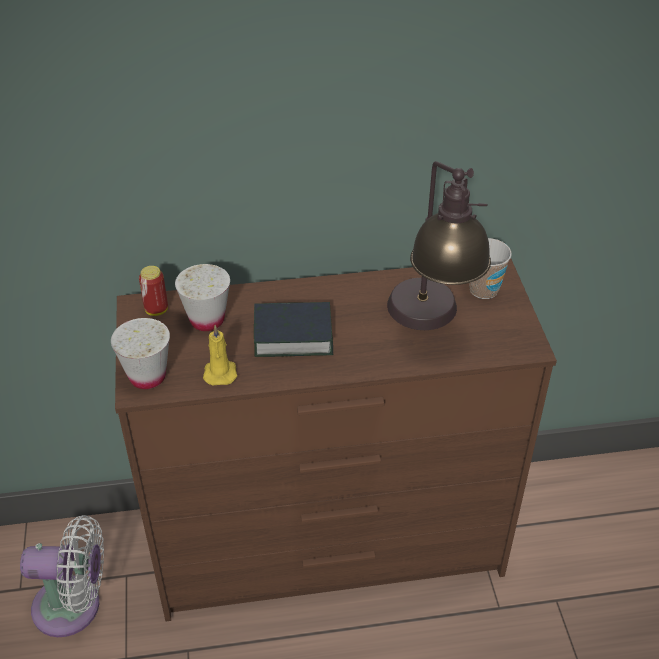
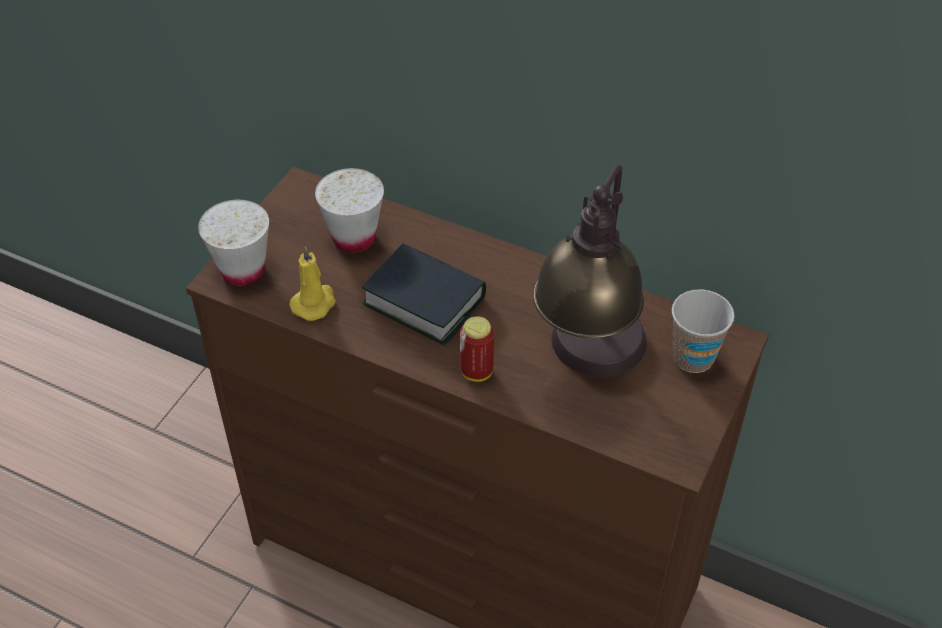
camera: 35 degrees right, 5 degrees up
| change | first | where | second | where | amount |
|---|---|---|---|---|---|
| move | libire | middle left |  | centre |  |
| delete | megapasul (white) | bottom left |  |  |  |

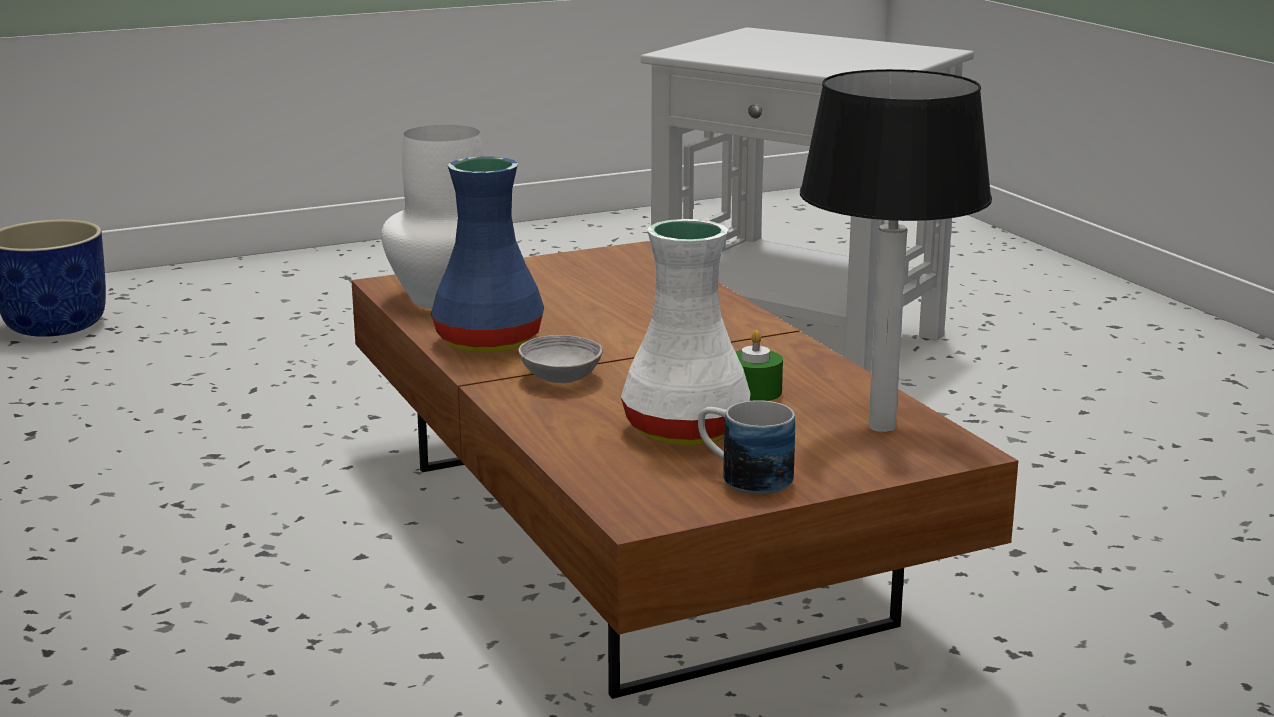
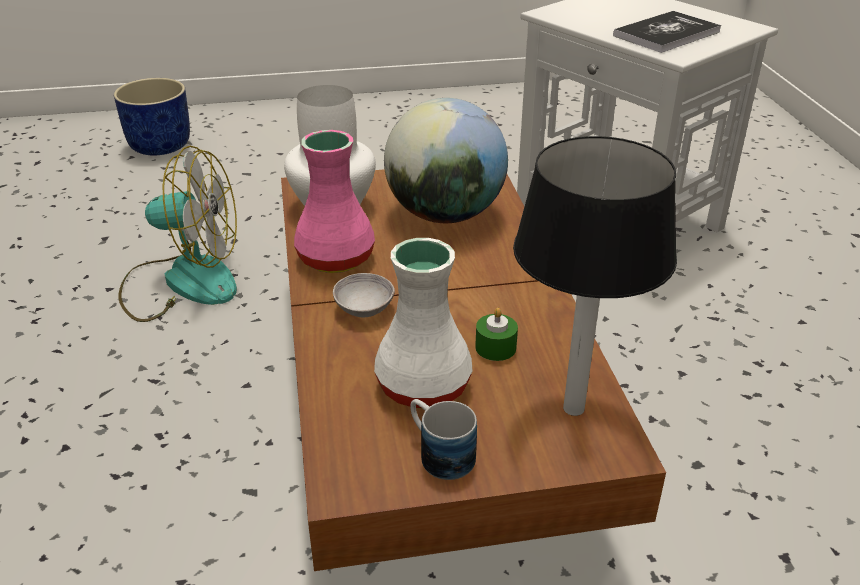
camera: 15 degrees right, 15 degrees up
| change | first | where | second | where | amount |
|---|---|---|---|---|---|
| insert |  |  | megapasul | middle left |  |
| recolor | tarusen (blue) | centre | tarusen (pink) | centre |  |
| insert |  |  | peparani | top centre |  |
| insert |  |  | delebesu | top right |  |

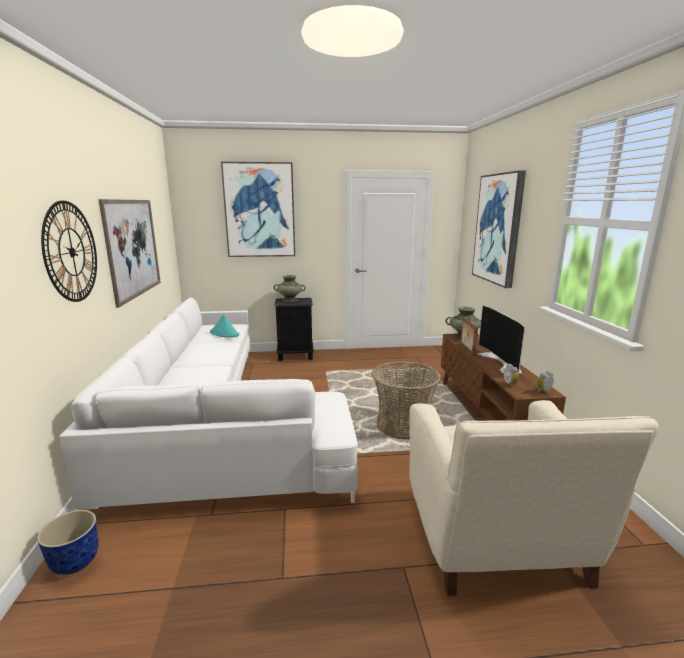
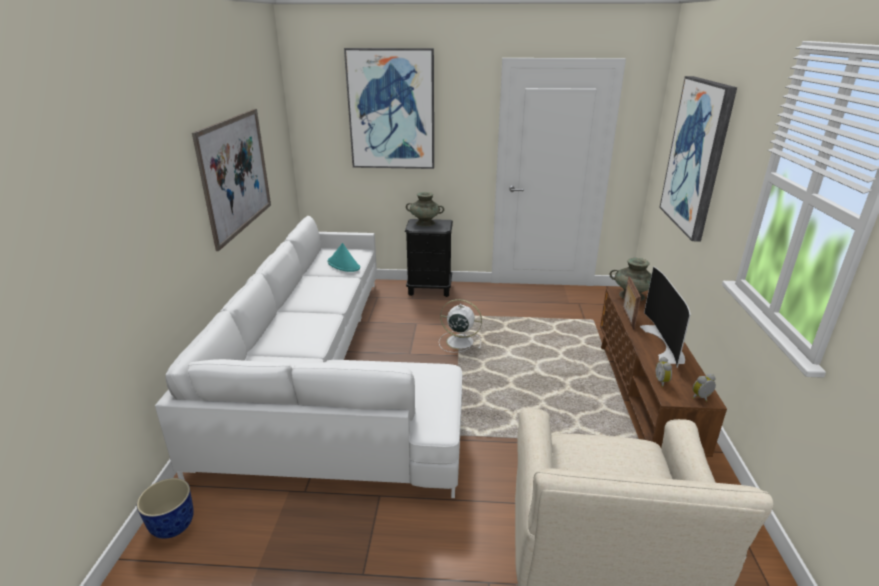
camera: 10 degrees right, 10 degrees up
| change | first | where | second | where | amount |
|---|---|---|---|---|---|
| insert |  |  | megapasul (white) | centre |  |
| delete | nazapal | middle left |  |  |  |
| delete | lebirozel | centre |  |  |  |

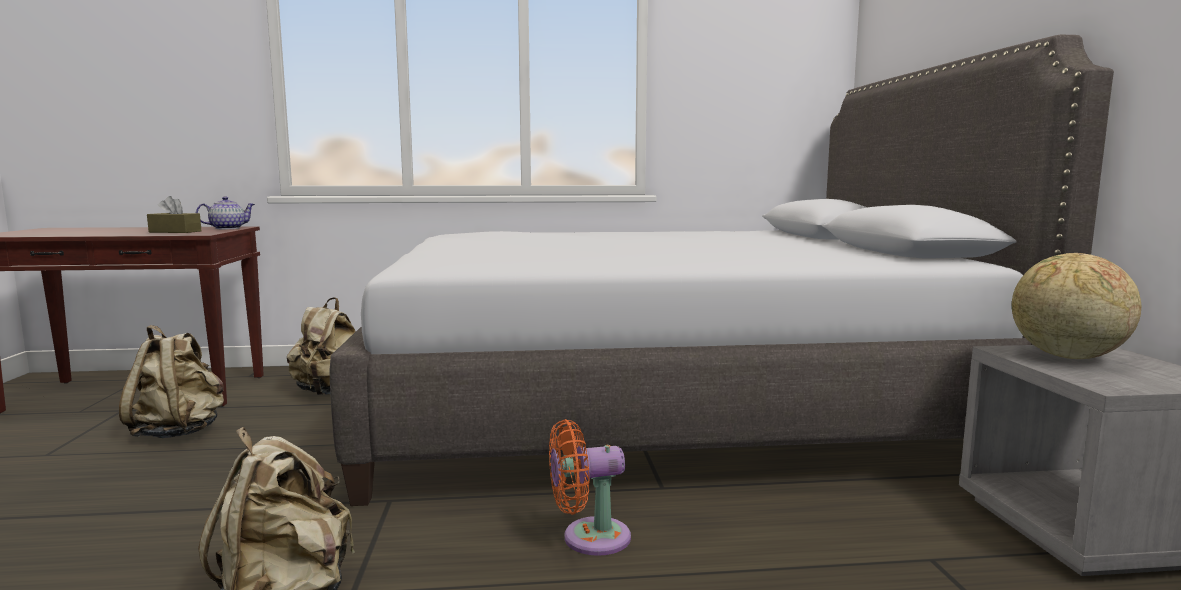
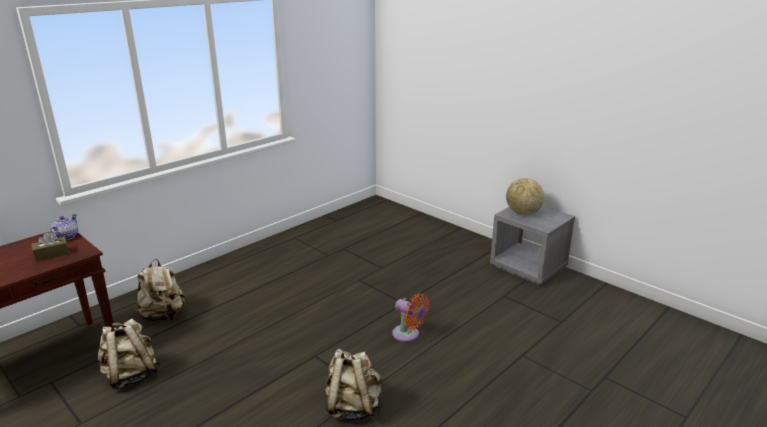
camera: 40 degrees left, 15 degrees up
| change | first | where | second | where | amount |
|---|---|---|---|---|---|
| rotate | megapasul (orange) | bottom centre |  | bottom centre | 90 degrees counterclockwise |
| delete | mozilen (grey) | centre |  |  |  |

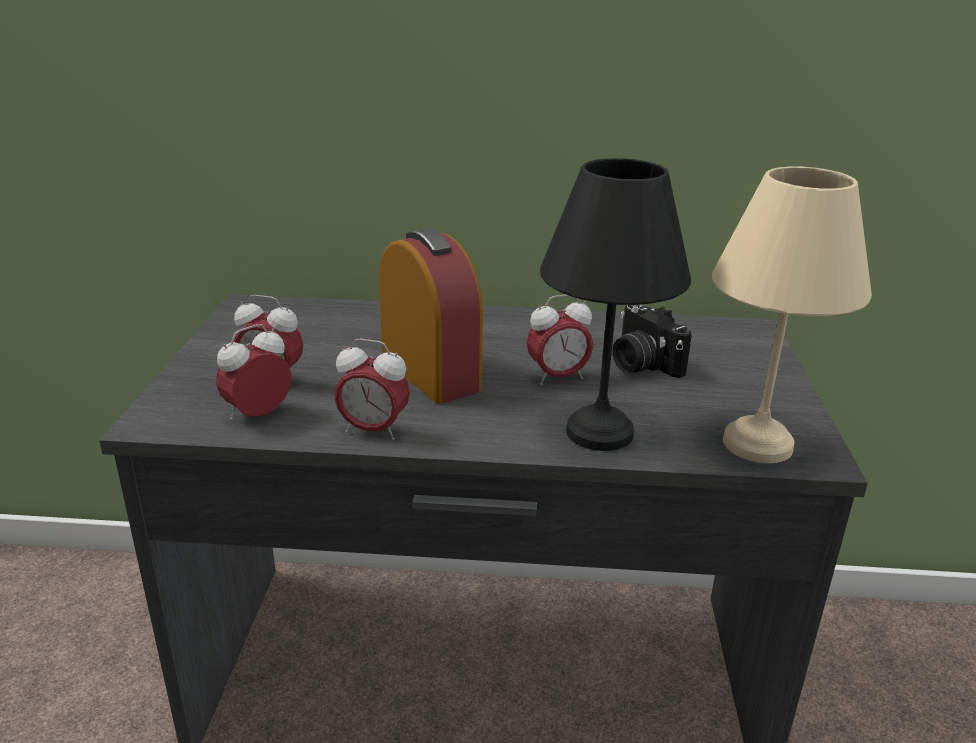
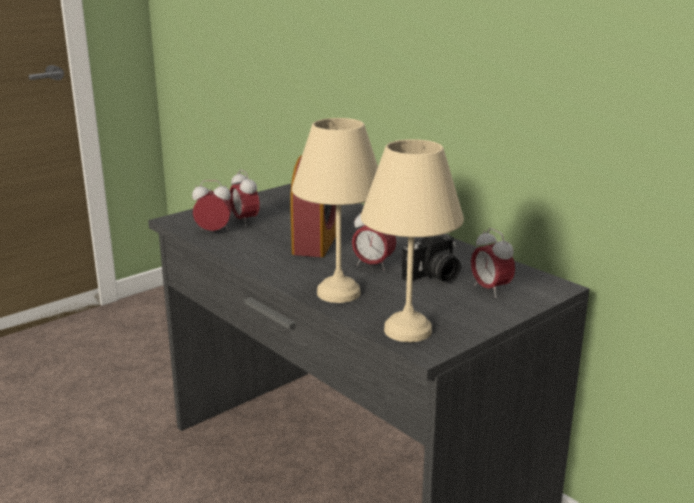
camera: 45 degrees right, 5 degrees down
| change | first | where | second | where | amount |
|---|---|---|---|---|---|
| recolor | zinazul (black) | centre | zinazul (beige) (1st from left) | centre |  |
| rotate | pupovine | middle right |  | centre | 135 degrees counterclockwise |
| move | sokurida (3rd from left in the first image) | centre | sokurida (5th from left) | middle right |  |

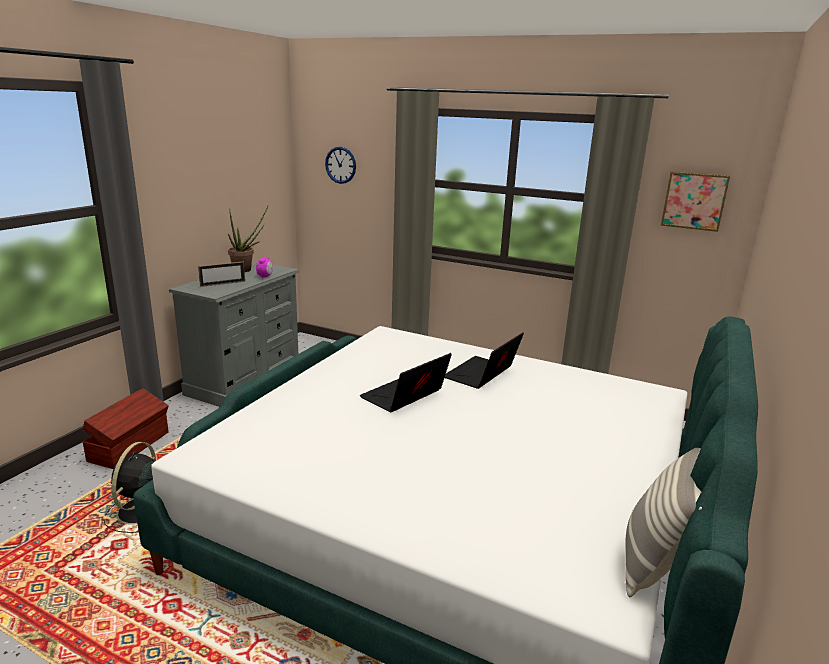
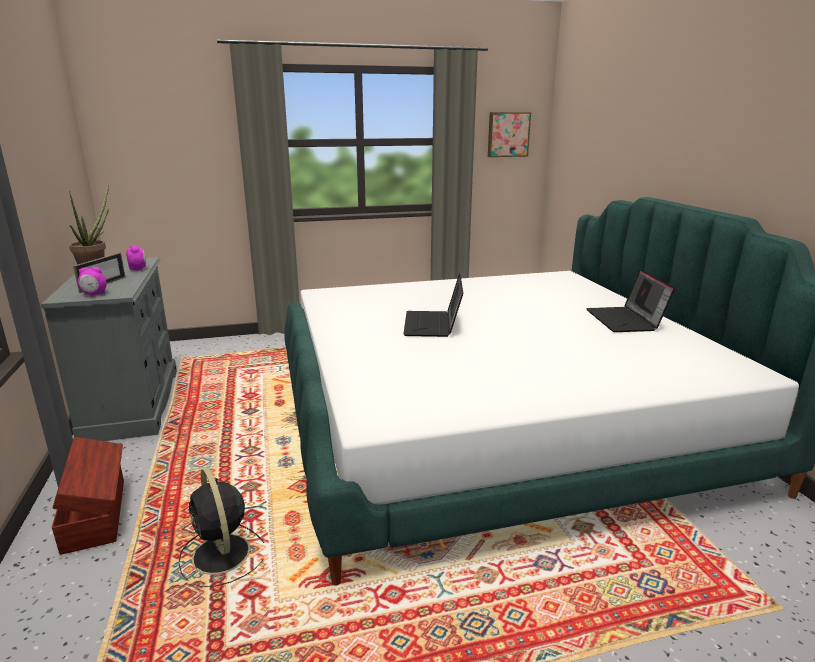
camera: 40 degrees left, 0 degrees up
| change | first | where | second | where | amount |
|---|---|---|---|---|---|
| insert |  |  | sokurida (1st from left) | middle left |  |
| move | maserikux (2nd from left) | centre |  | middle right |  |
| delete | nazapal | top centre |  |  |  |
| delete | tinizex | bottom right |  |  |  |

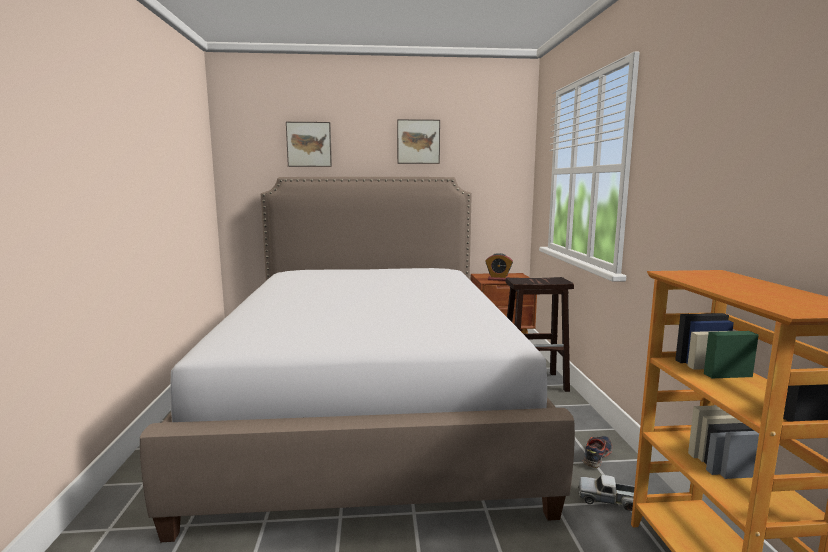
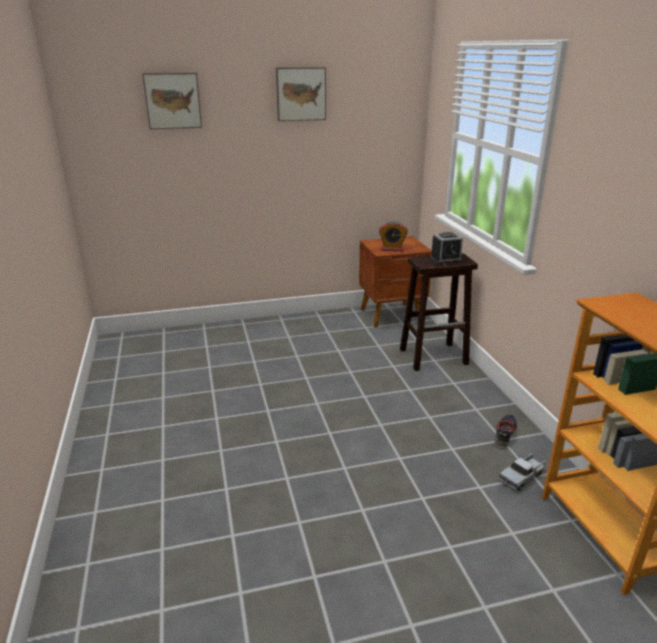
camera: 10 degrees left, 15 degrees up
| change | first | where | second | where | amount |
|---|---|---|---|---|---|
| insert |  |  | sokurida (2nd from left) | middle right |  |
| rotate | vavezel | bottom right |  | bottom right | 45 degrees counterclockwise |
| delete | mozilen | centre |  |  |  |

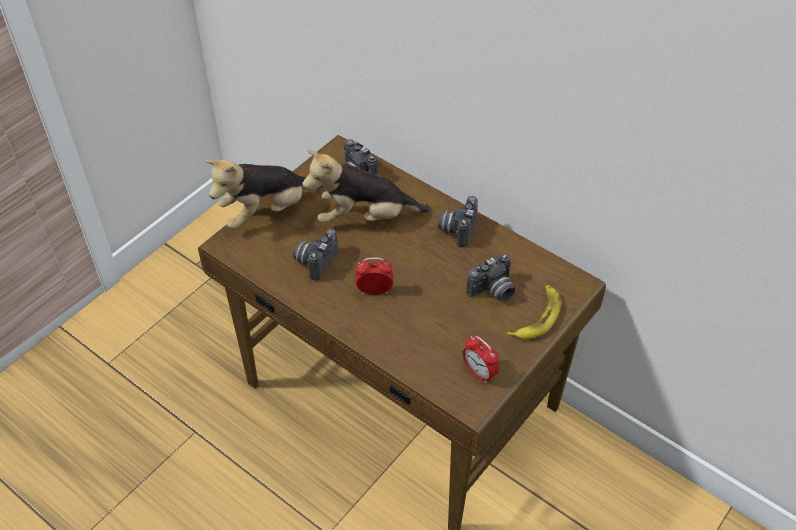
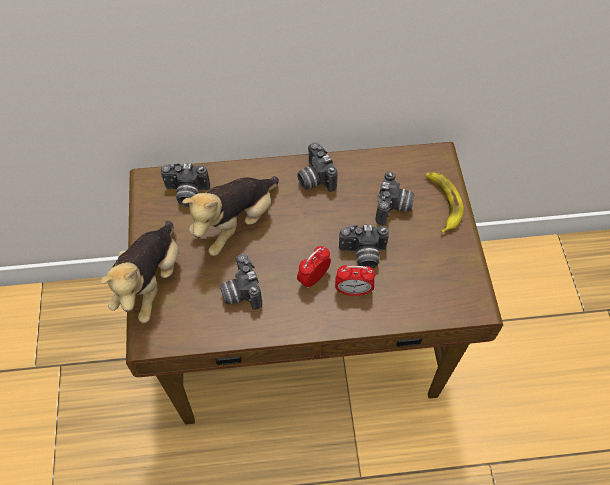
camera: 45 degrees left, 10 degrees up
| change | first | where | second | where | amount |
|---|---|---|---|---|---|
| move | sokurida (2nd from left) | bottom centre |  | centre |  |
| insert |  |  | pupovine (4th from left) | centre |  |

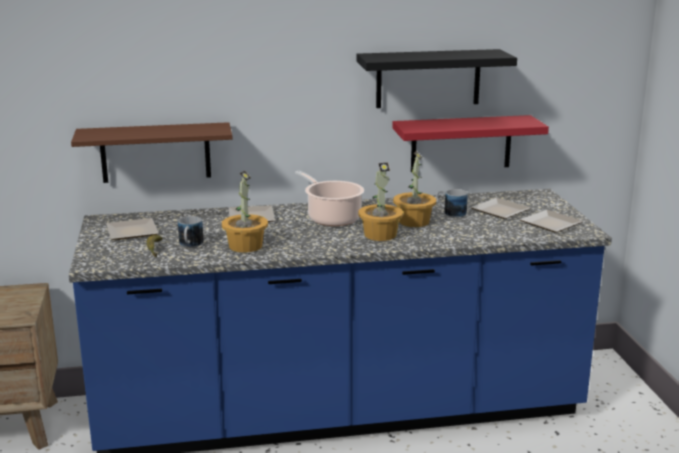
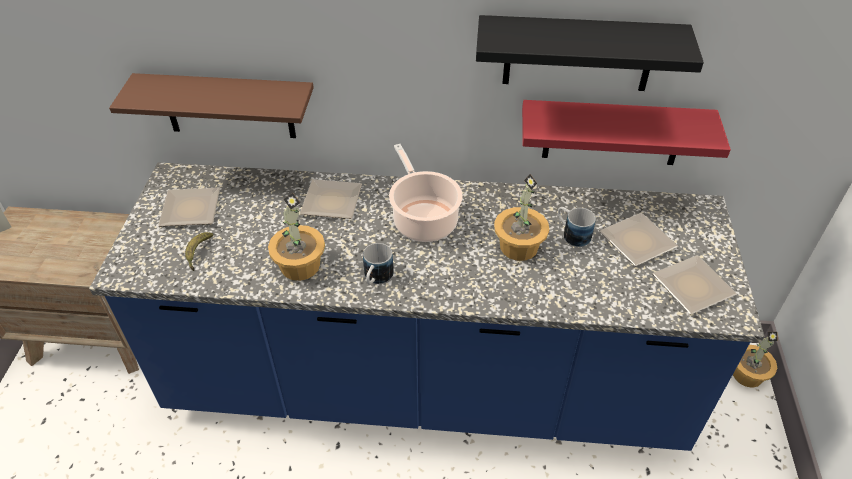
camera: 15 degrees right, 25 degrees up
| change | first | where | second | where | amount |
|---|---|---|---|---|---|
| move | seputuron (1st from left) | middle left |  | centre |  |
| move | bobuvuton (2nd from left in the first image) | centre | bobuvuton (3rd from left) | bottom right |  |

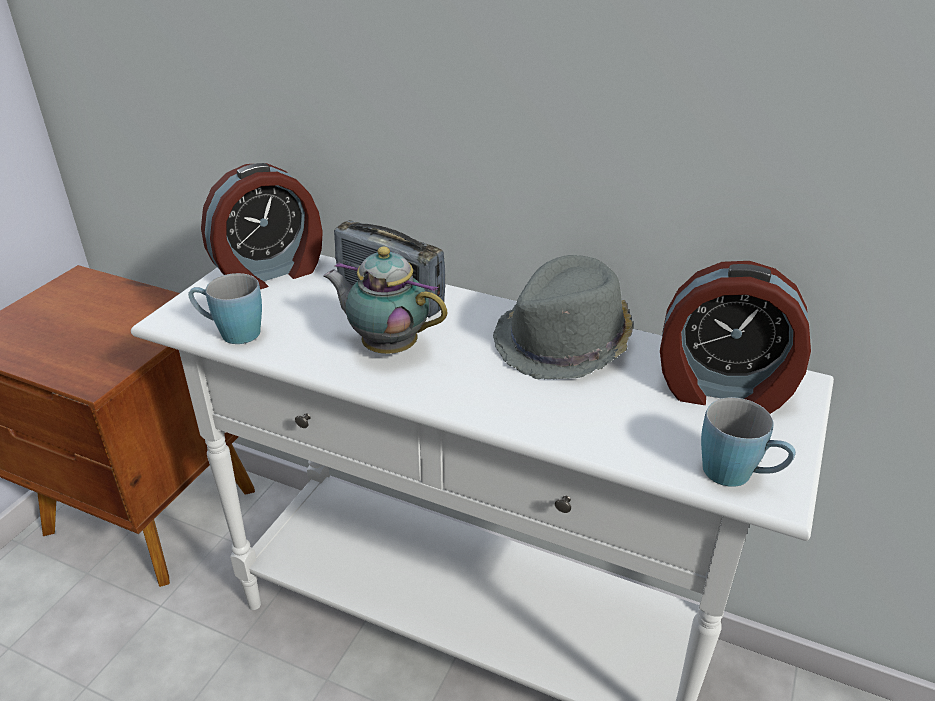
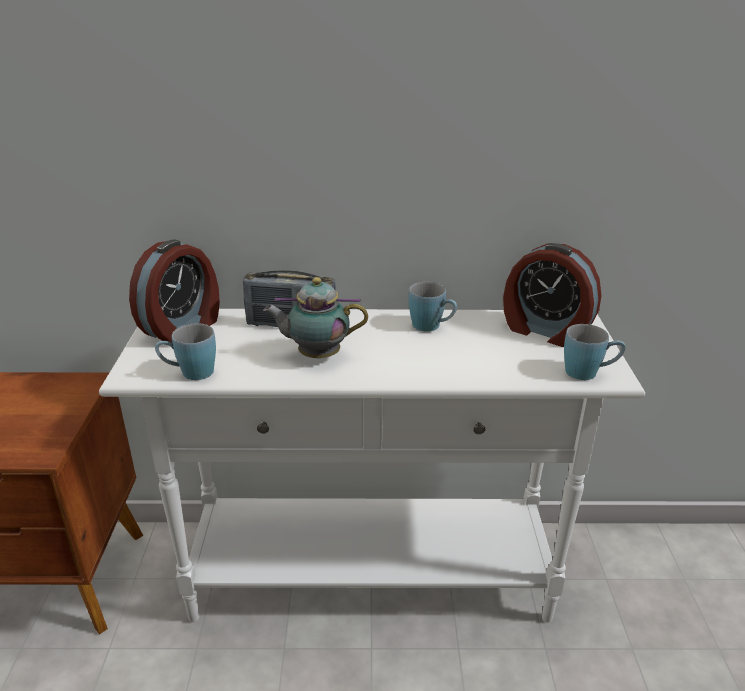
camera: 25 degrees left, 5 degrees down
| change | first | where | second | where | amount |
|---|---|---|---|---|---|
| replace | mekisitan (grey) | centre | seputuron (blue) (2nd from left) | centre |  |
| rotate | sokurida (2nd from left) | middle right |  | middle right | 45 degrees clockwise |

